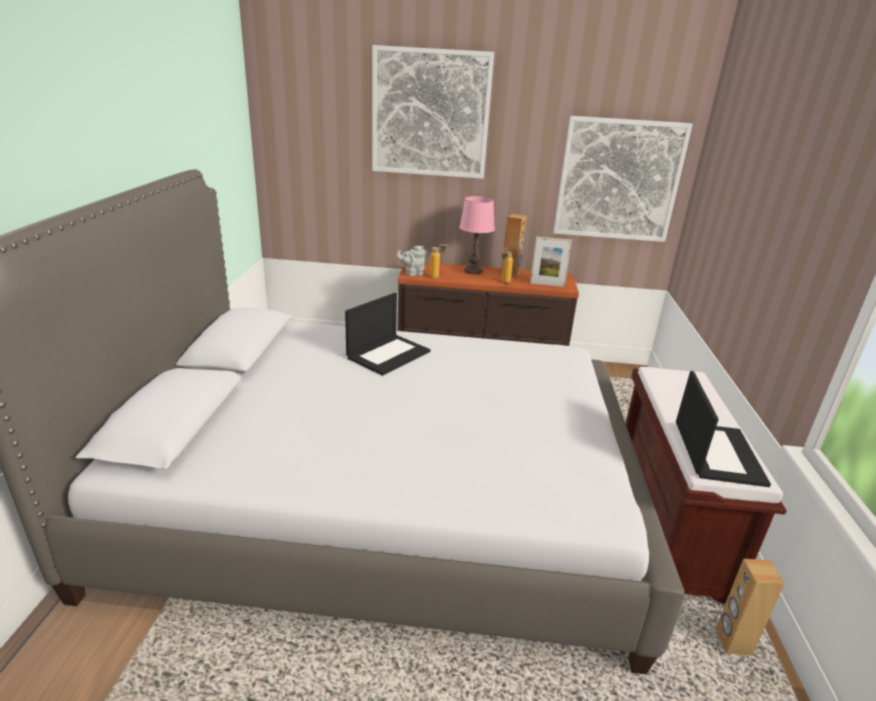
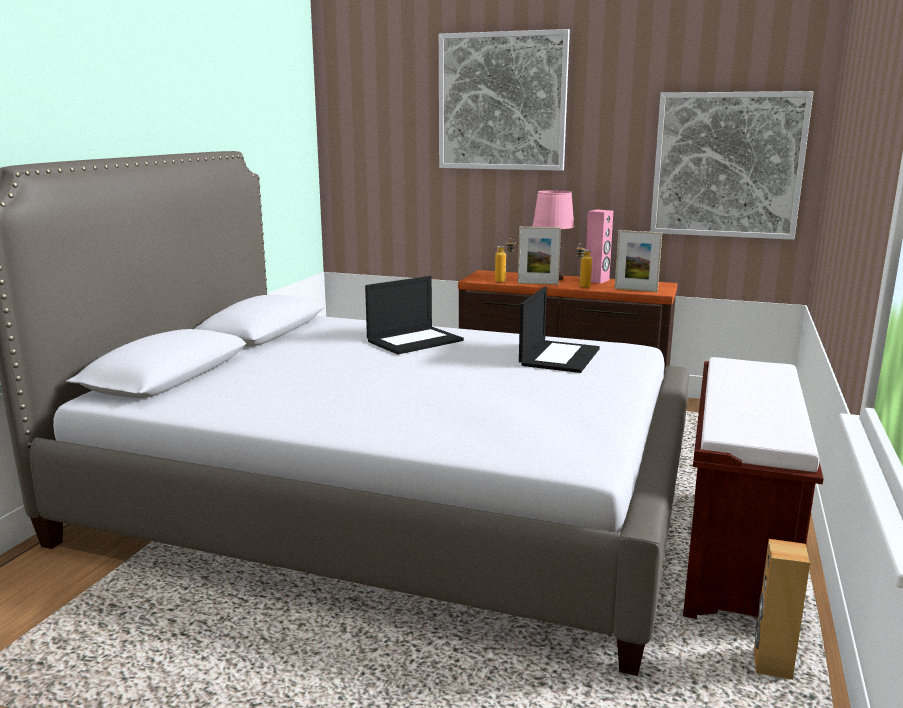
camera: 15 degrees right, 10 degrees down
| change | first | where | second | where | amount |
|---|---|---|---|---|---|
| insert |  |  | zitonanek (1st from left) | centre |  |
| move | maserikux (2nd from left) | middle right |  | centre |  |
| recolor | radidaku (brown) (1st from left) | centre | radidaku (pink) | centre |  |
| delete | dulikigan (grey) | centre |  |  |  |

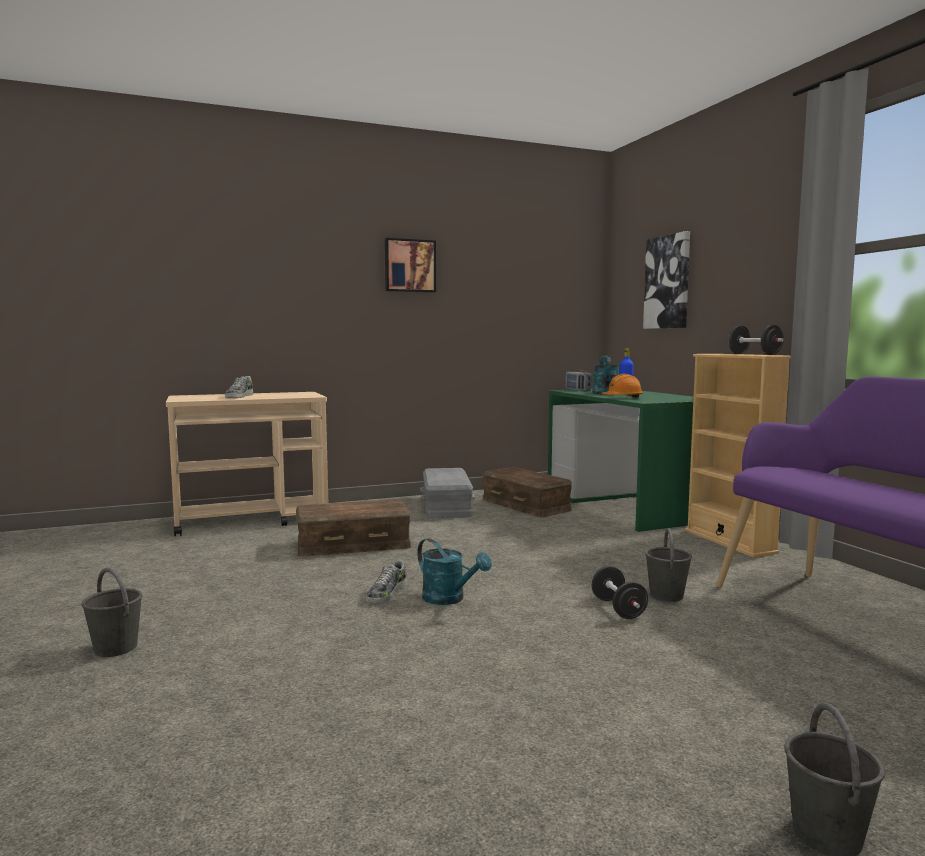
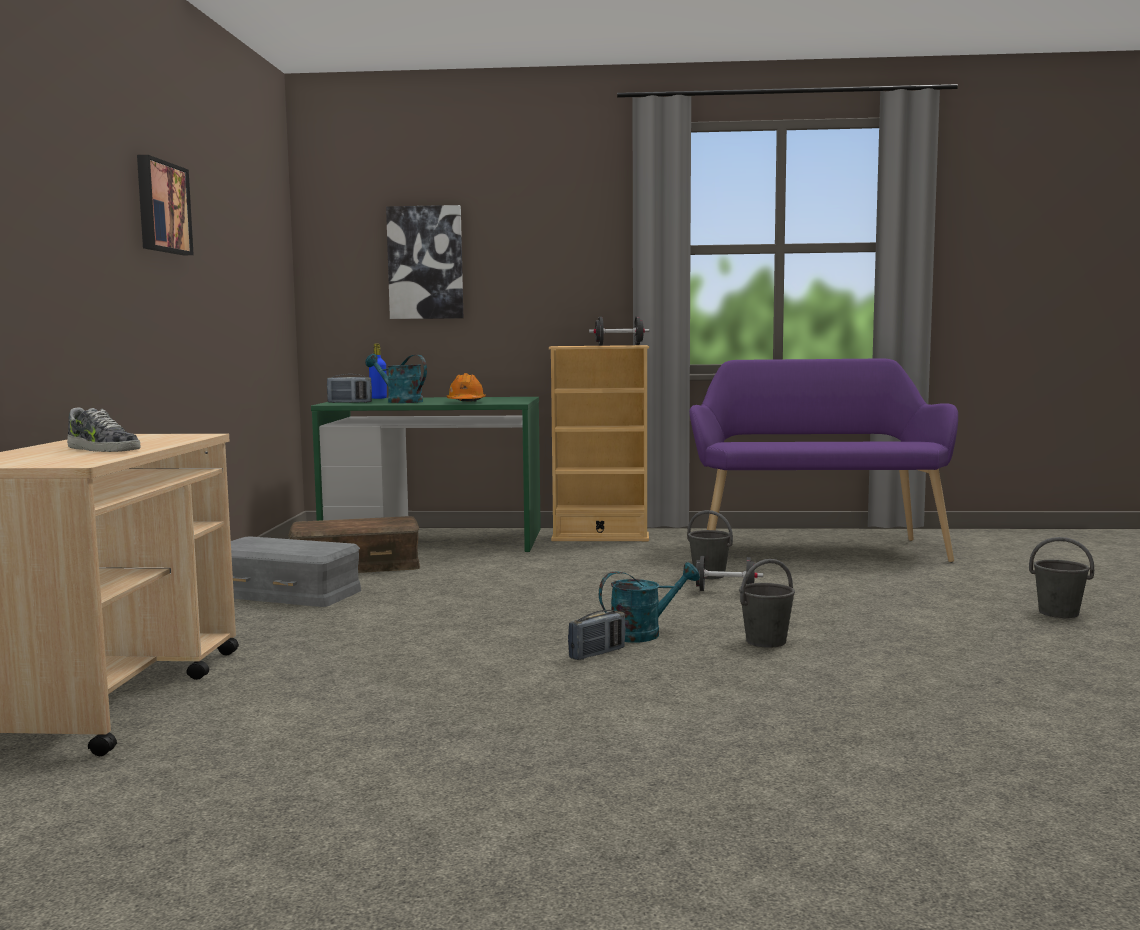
camera: 65 degrees left, 0 degrees up
| change | first | where | second | where | amount |
|---|---|---|---|---|---|
| replace | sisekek (2nd from left) | bottom centre | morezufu (2nd from left) | bottom centre |  |
| move | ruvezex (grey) (1st from left in the first image) | bottom left | ruvezex (grey) (2nd from left) | middle right |  |
| delete | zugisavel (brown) (1st from left) | centre |  |  |  |

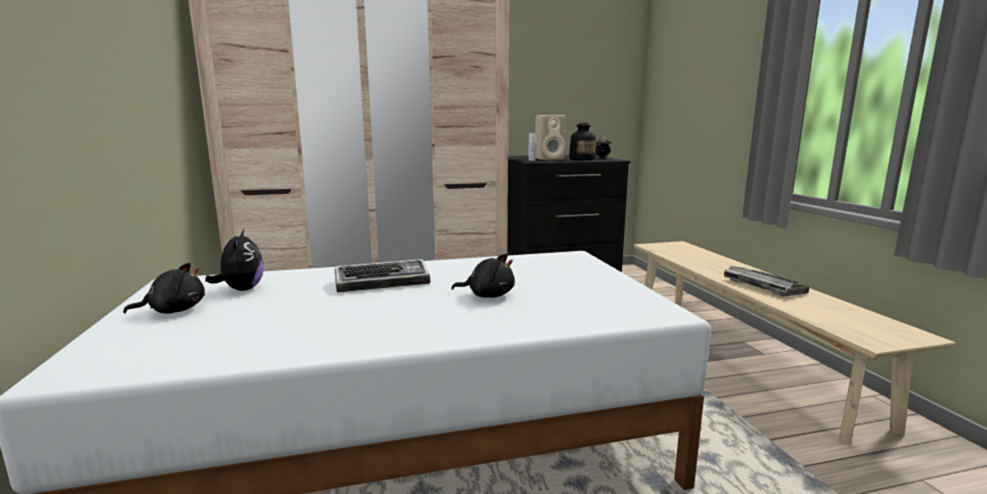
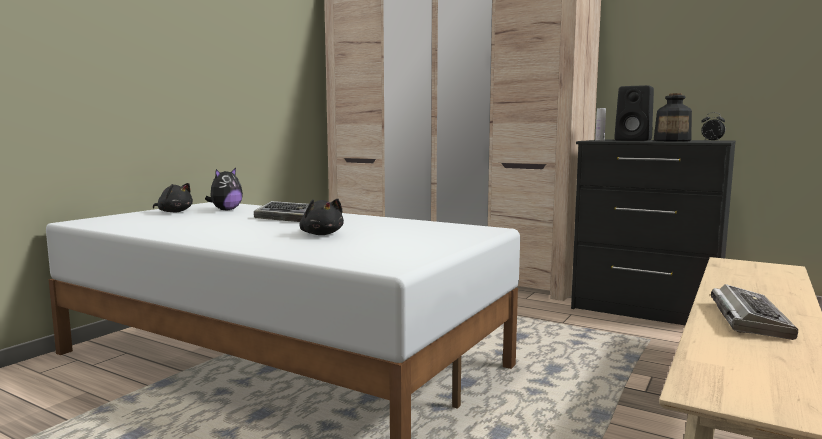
camera: 45 degrees right, 5 degrees down
| change | first | where | second | where | amount |
|---|---|---|---|---|---|
| recolor | radidaku (beige) | top centre | radidaku (black) | top right |  |

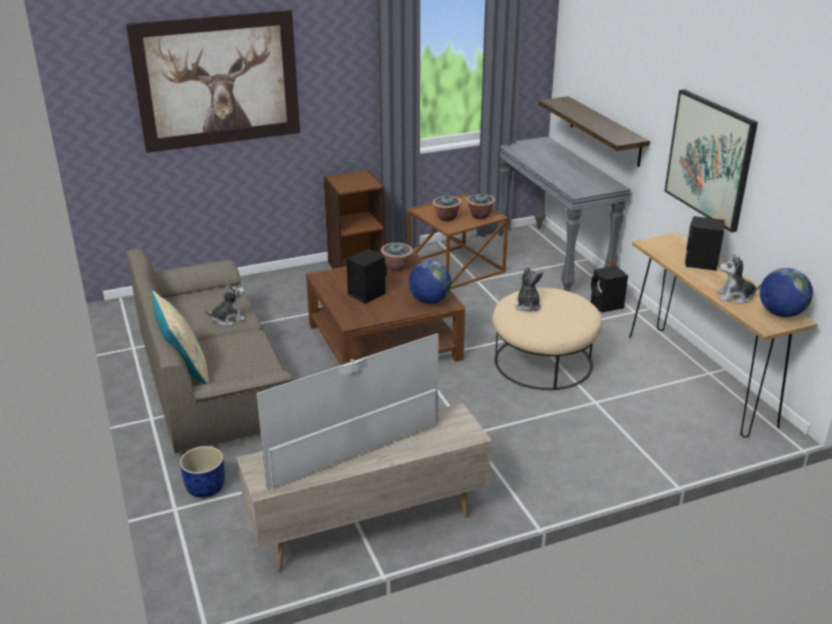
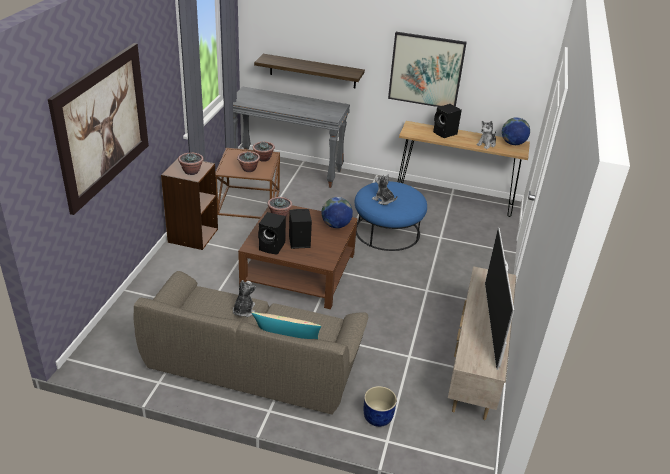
camera: 55 degrees left, 5 degrees up
| change | first | where | second | where | amount |
|---|---|---|---|---|---|
| insert |  |  | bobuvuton (1st from left) | middle left |  |
| move | radidaku (black) (2nd from left in the first image) | middle right | radidaku (black) (1st from left) | centre |  |
| recolor | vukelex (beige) | centre | vukelex (blue) | centre |  |

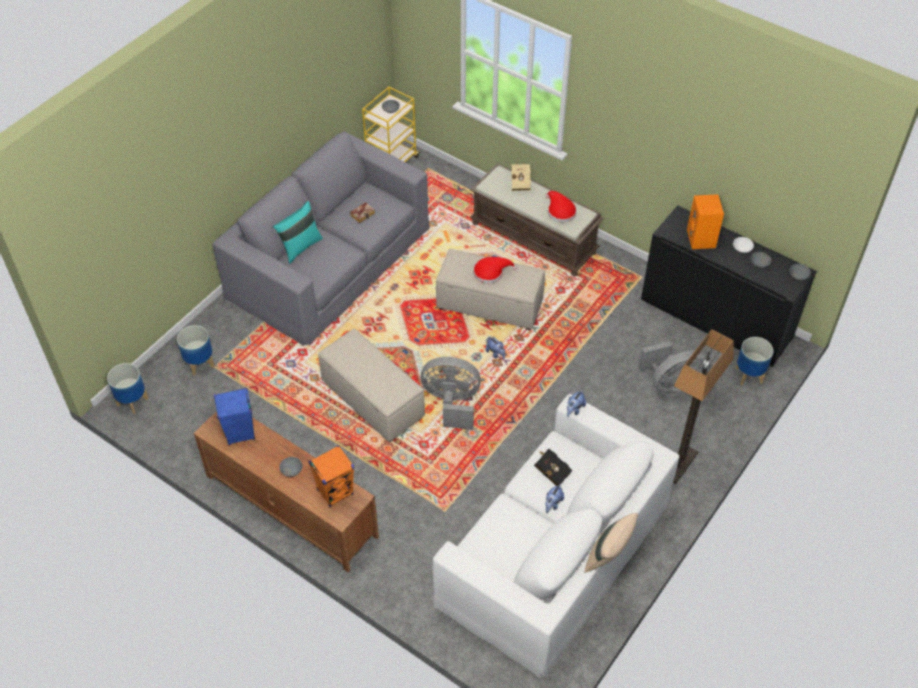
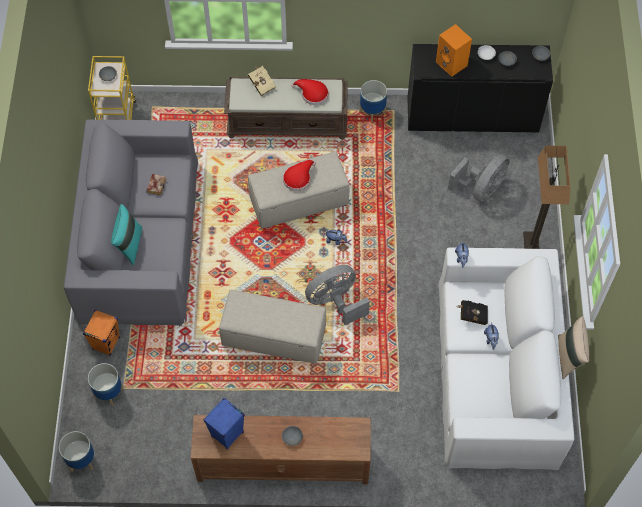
camera: 35 degrees left, 10 degrees up
| change | first | where | second | where | amount |
|---|---|---|---|---|---|
| move | radidaku (orange) (1st from left) | bottom centre |  | middle left |  |
| move | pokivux (3rd from left) | middle right |  | top centre |  |

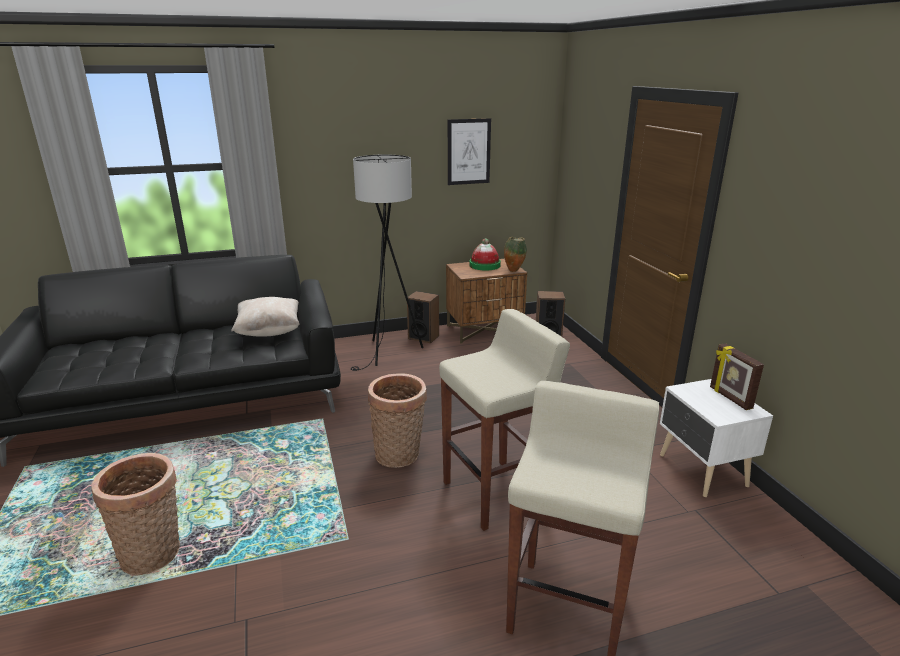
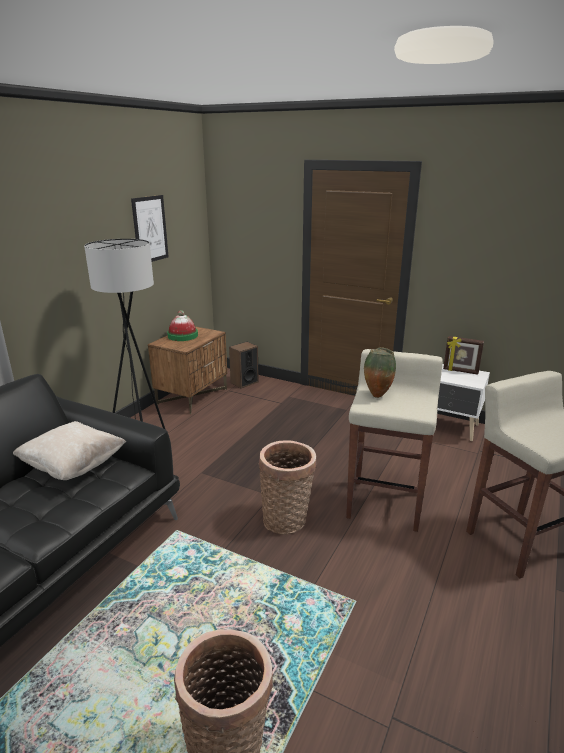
camera: 45 degrees left, 0 degrees up
| change | first | where | second | where | amount |
|---|---|---|---|---|---|
| move | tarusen | centre |  | middle right |  |
| delete | radidaku (1st from left) | centre |  |  |  |

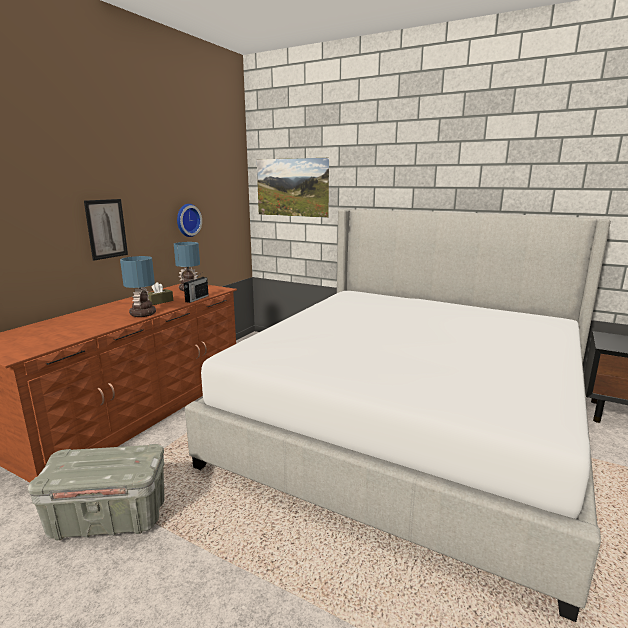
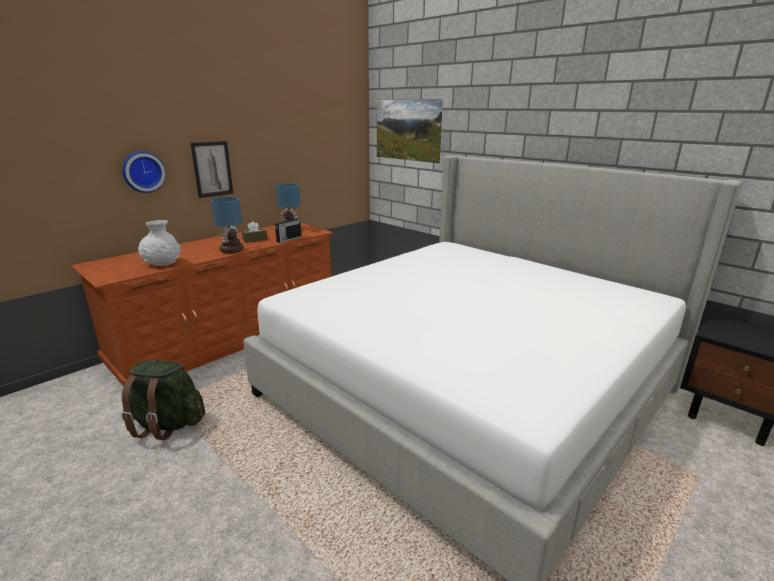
camera: 15 degrees right, 5 degrees up
| change | first | where | second | where | amount |
|---|---|---|---|---|---|
| move | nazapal | middle left |  | top left |  |
| replace | zugisavel (grey) | bottom left | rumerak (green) | bottom left |  |
| insert |  |  | tarusen (white) | middle left |  |

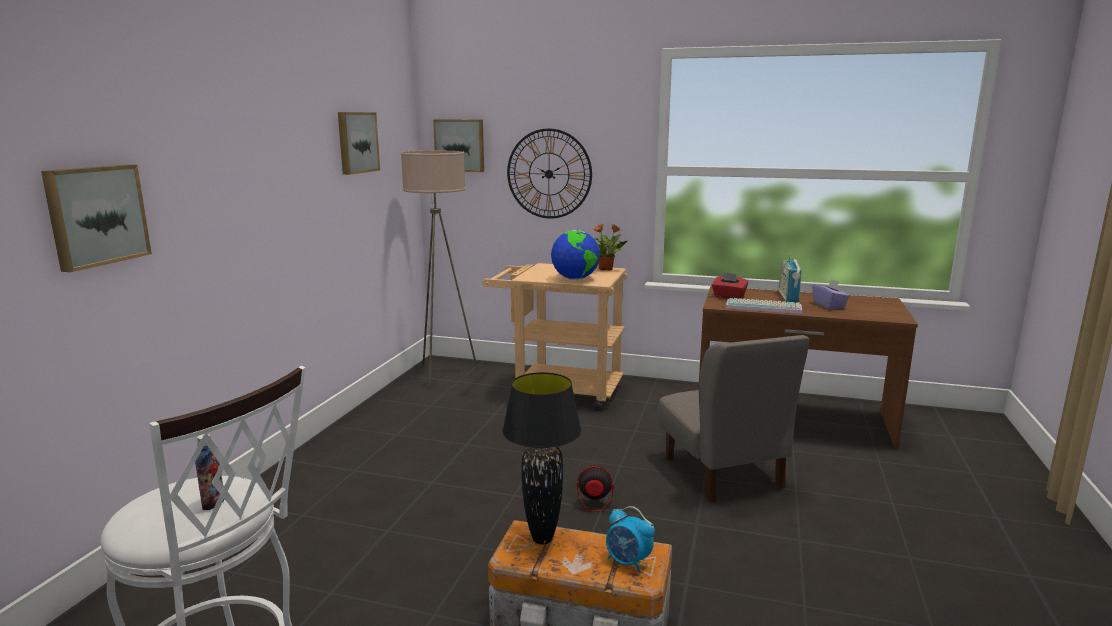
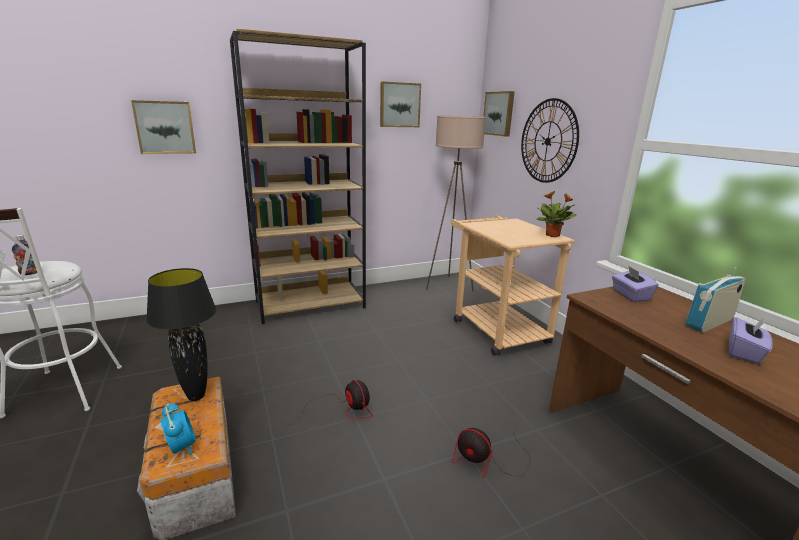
camera: 50 degrees right, 5 degrees up
| change | first | where | second | where | amount |
|---|---|---|---|---|---|
| rotate | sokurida | bottom centre |  | bottom left | 150 degrees clockwise |
| insert |  |  | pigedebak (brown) | top centre |  |
| replace | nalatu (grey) | bottom centre | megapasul (2nd from left) | bottom centre |  |
| recolor | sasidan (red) | centre | sasidan (purple) (1st from left) | middle right |  |
| delete | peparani | centre |  |  |  |
| delete | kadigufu | middle right |  |  |  |

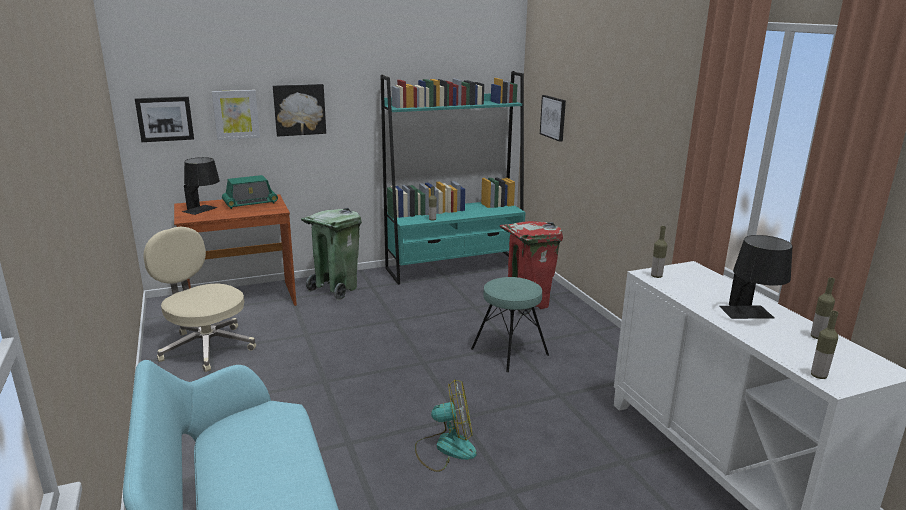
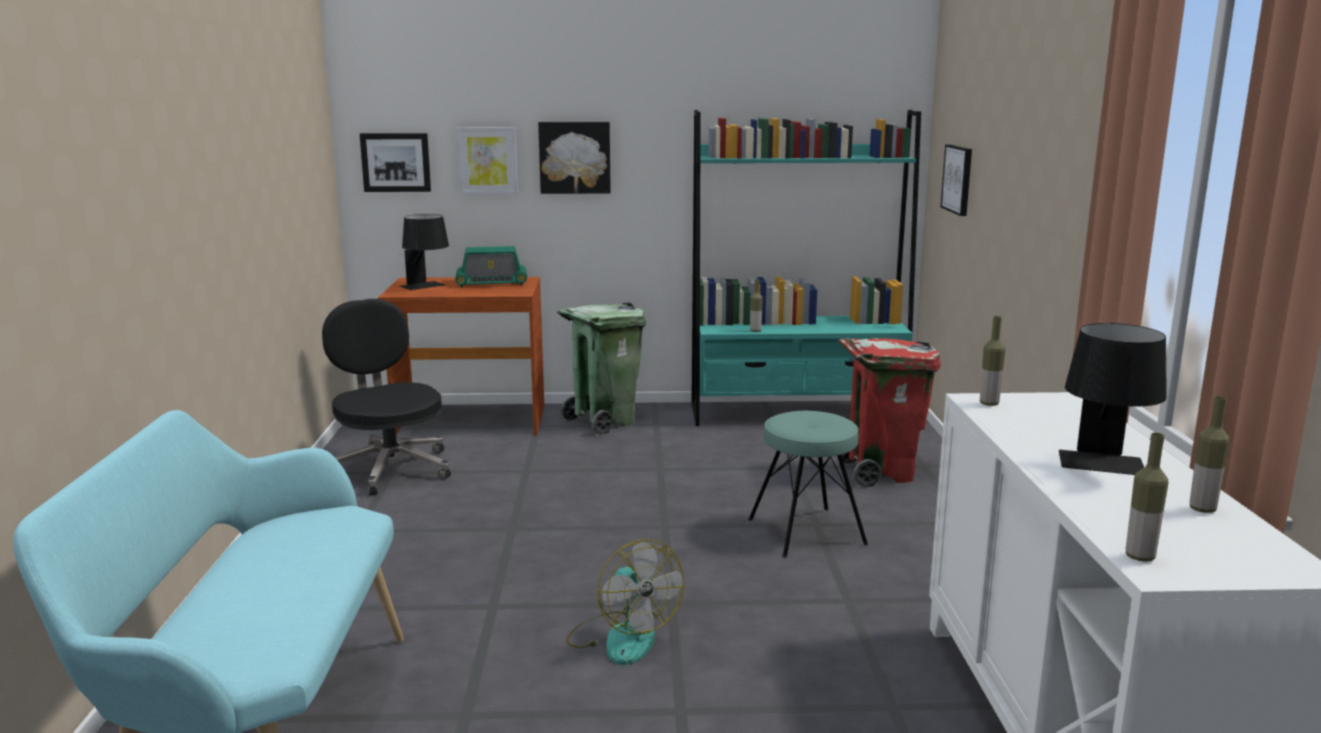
camera: 20 degrees right, 5 degrees down
| change | first | where | second | where | amount |
|---|---|---|---|---|---|
| recolor | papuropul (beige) | middle left | papuropul (black) | middle left |  |
| rotate | megapasul | bottom centre |  | bottom centre | 45 degrees clockwise |

